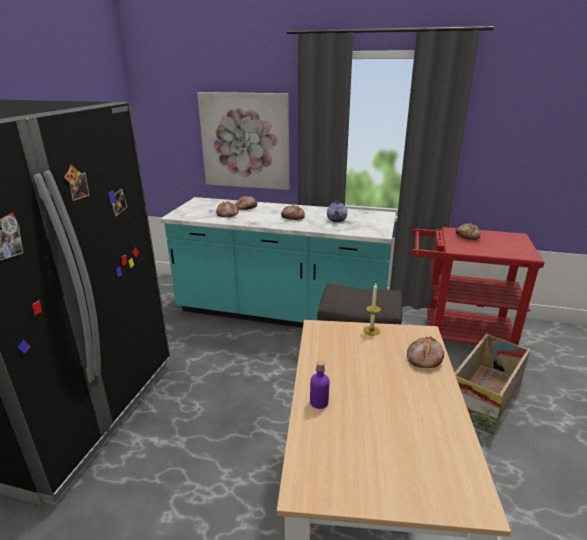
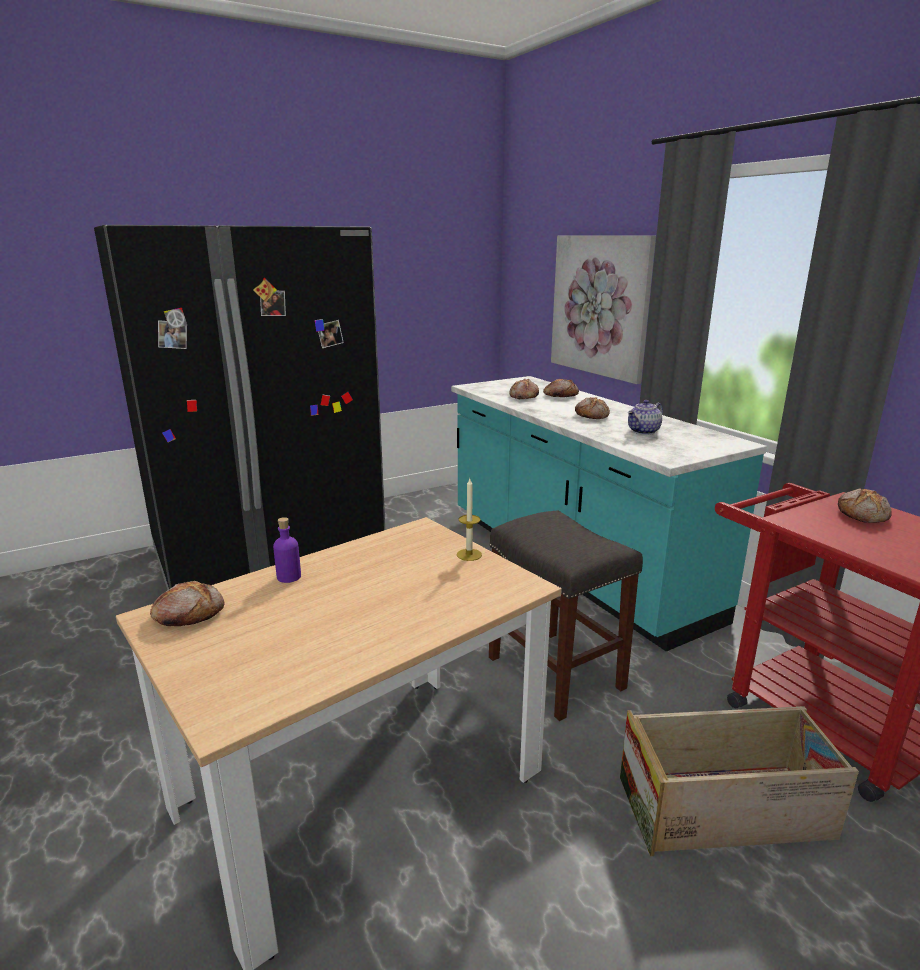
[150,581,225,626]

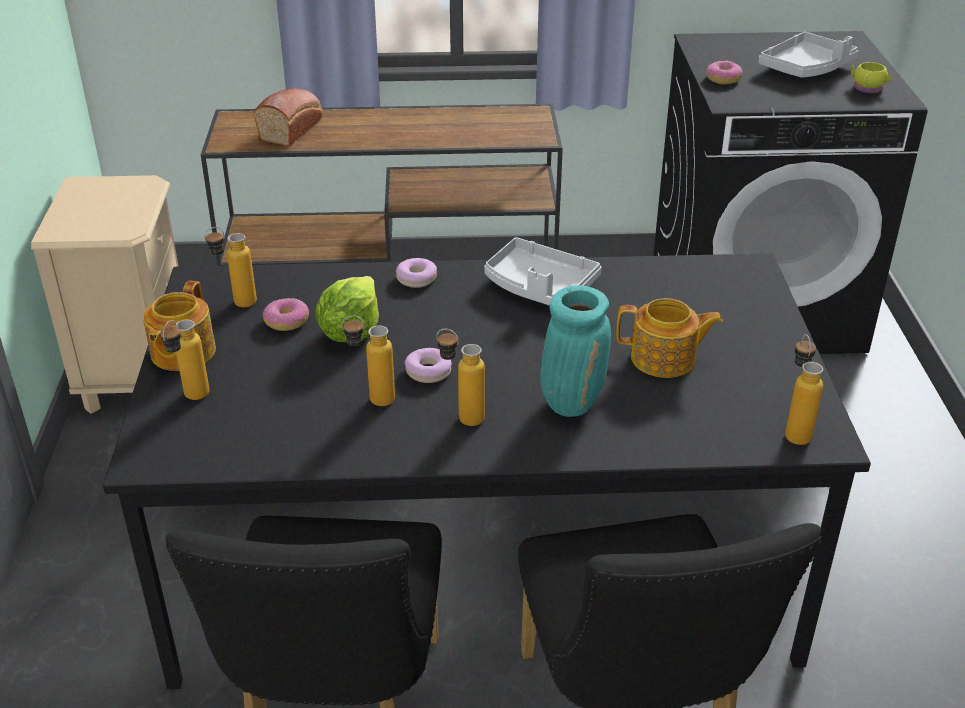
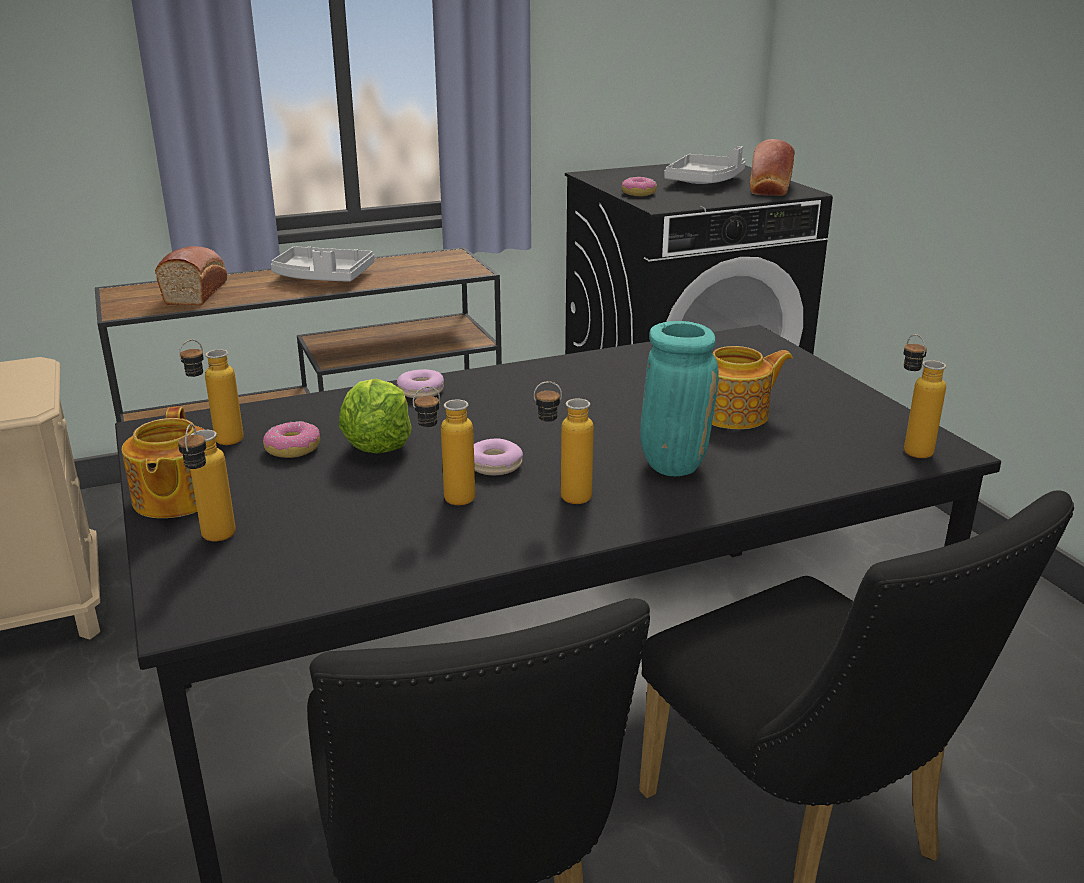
[271,246,374,282]
[750,139,795,196]

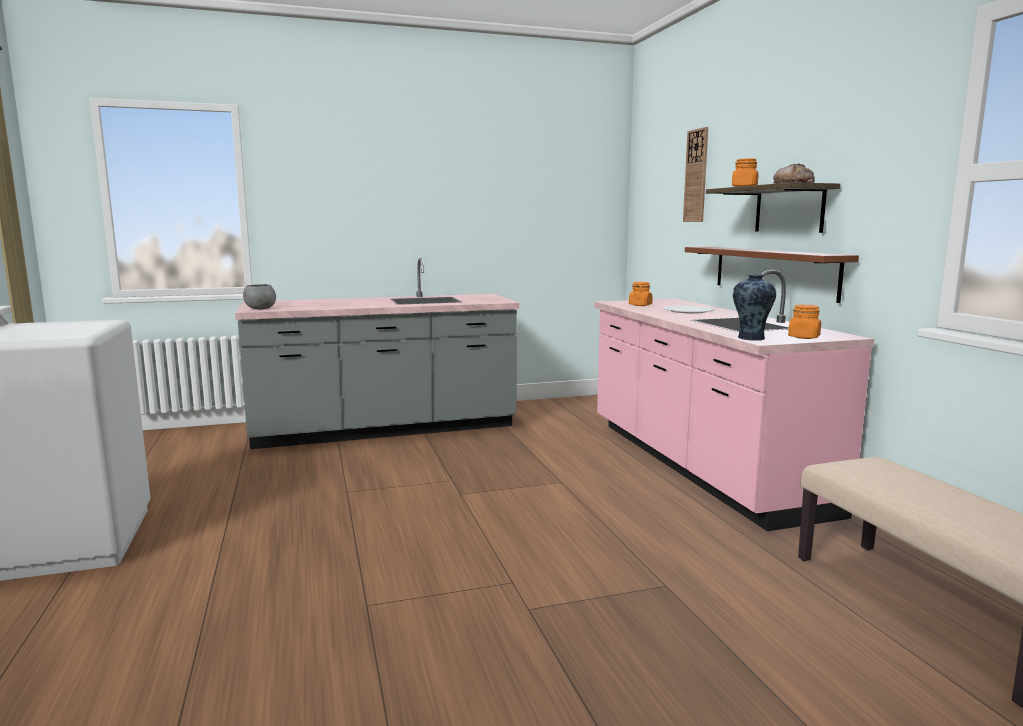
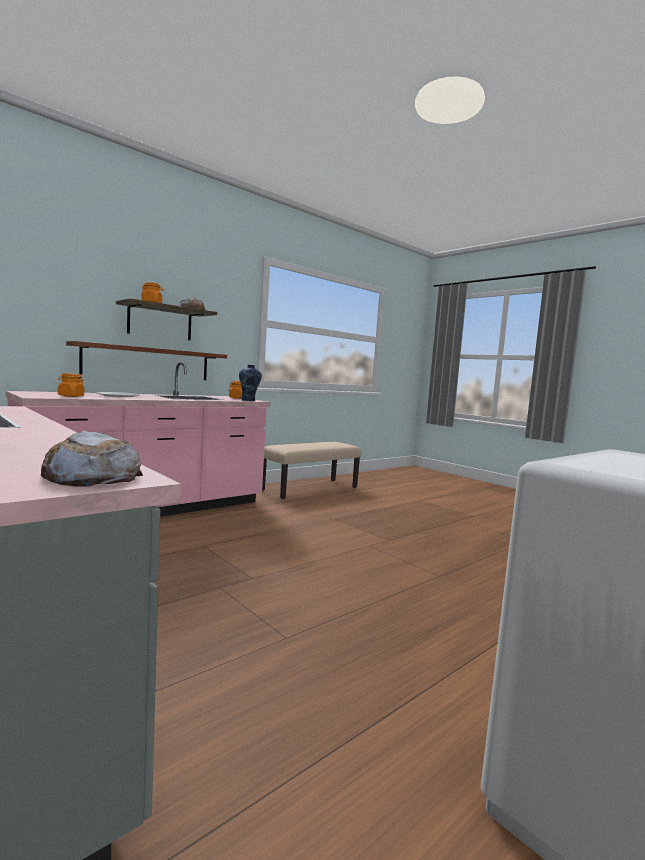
[683,127,708,222] (first image)
[41,430,143,487]

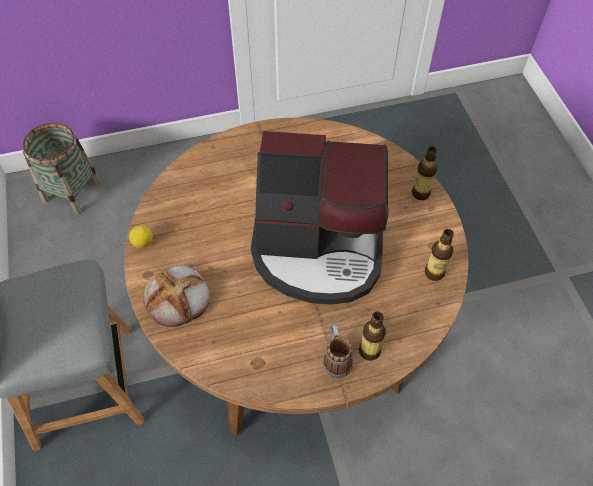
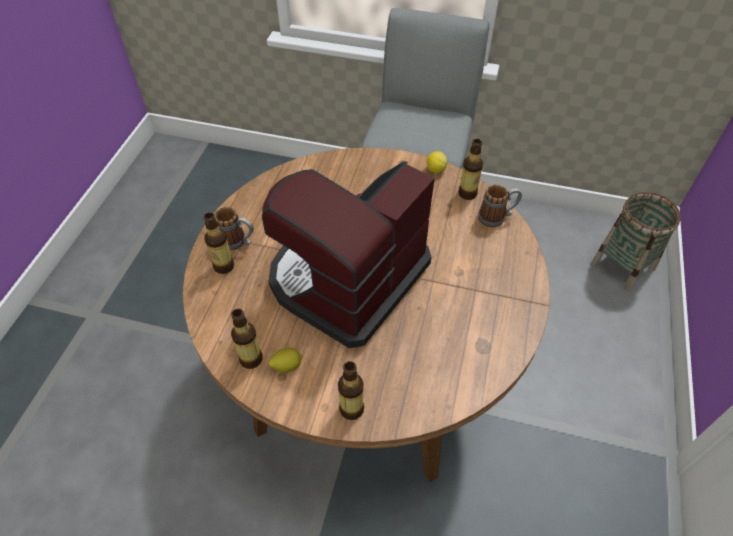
[143,266,210,327] (first image)
[268,347,303,373]
[458,139,483,200]
[478,185,522,227]

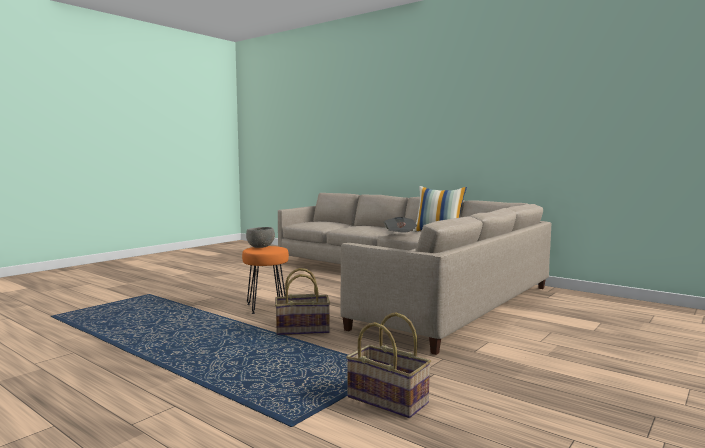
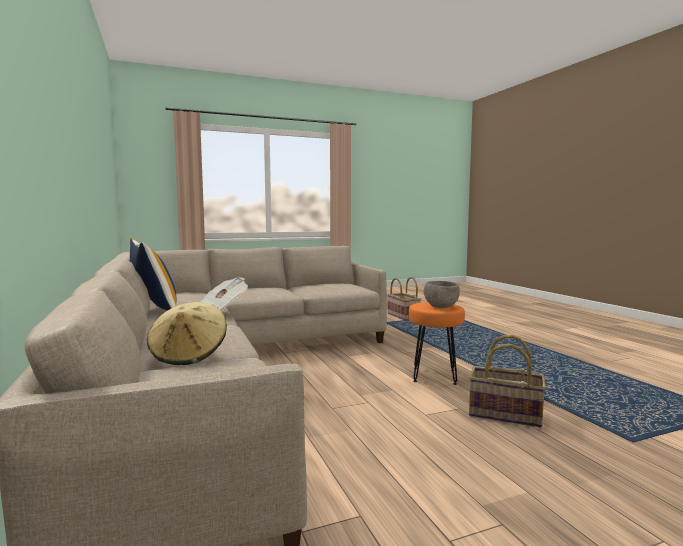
[147,302,227,365]
[469,335,546,428]

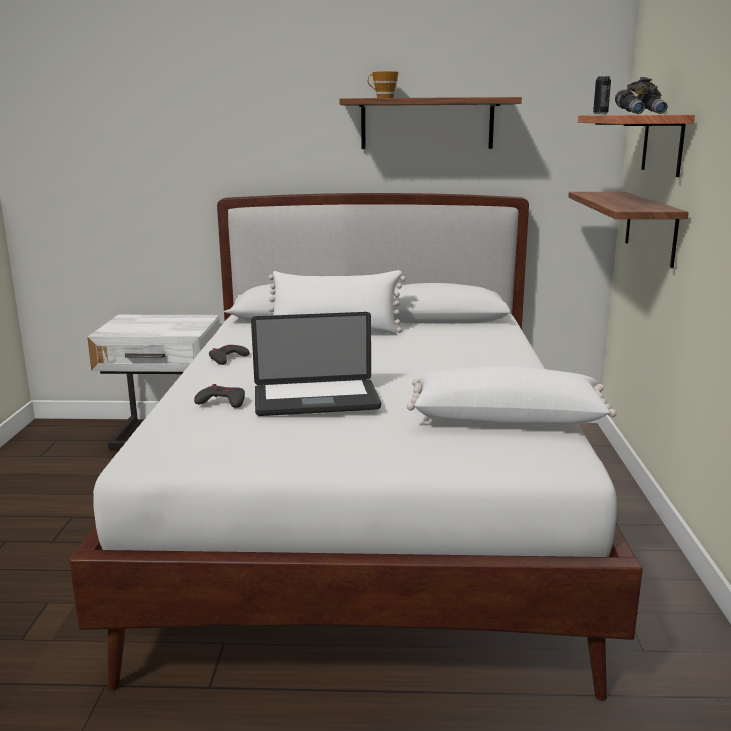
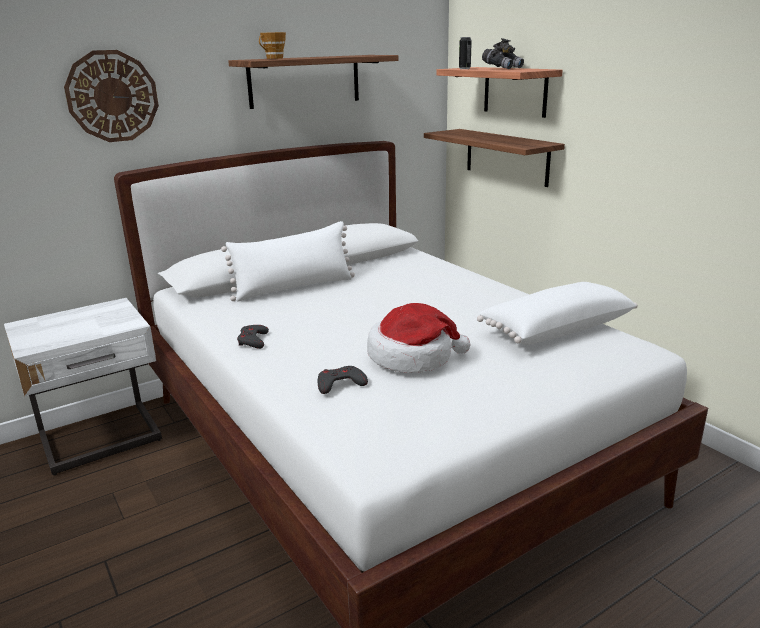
[64,50,159,142]
[367,303,470,373]

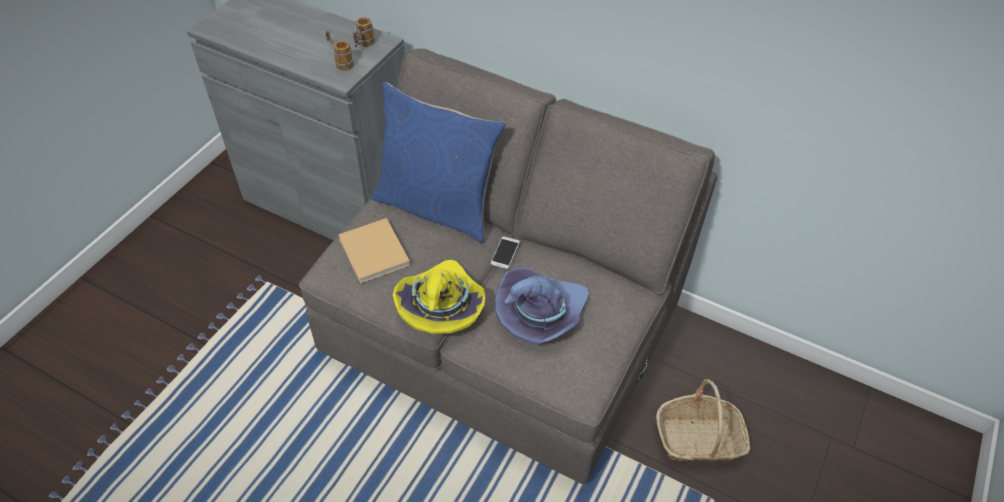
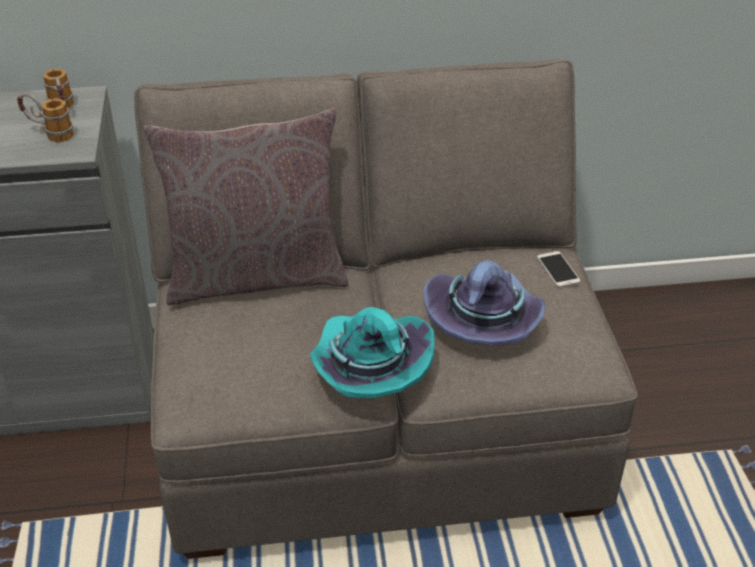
[338,218,410,284] (first image)
[656,379,751,462] (first image)
[537,251,580,287]
[143,109,348,305]
[309,307,435,398]

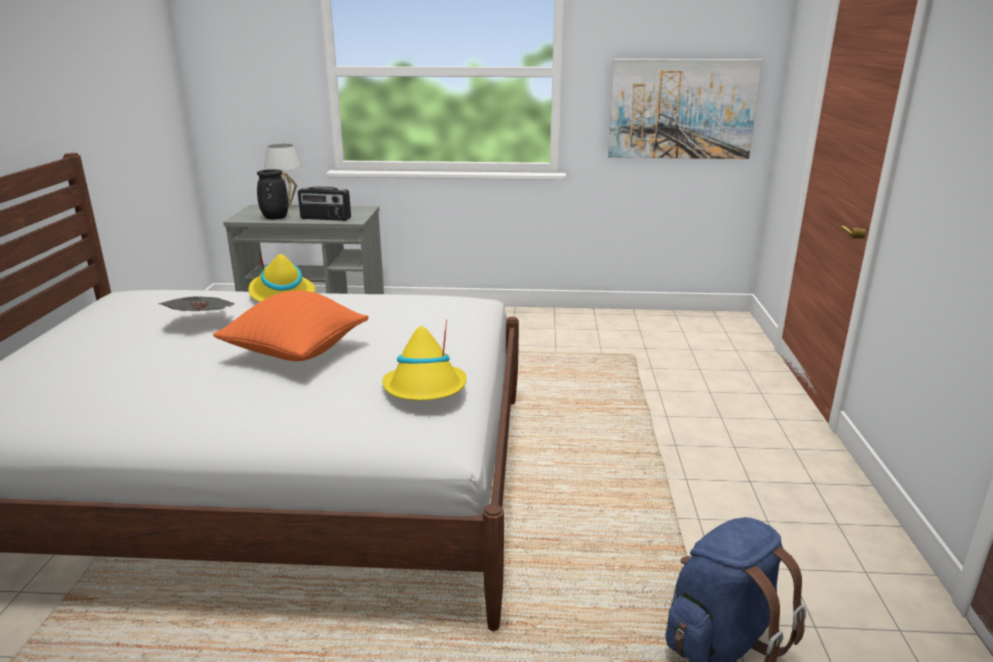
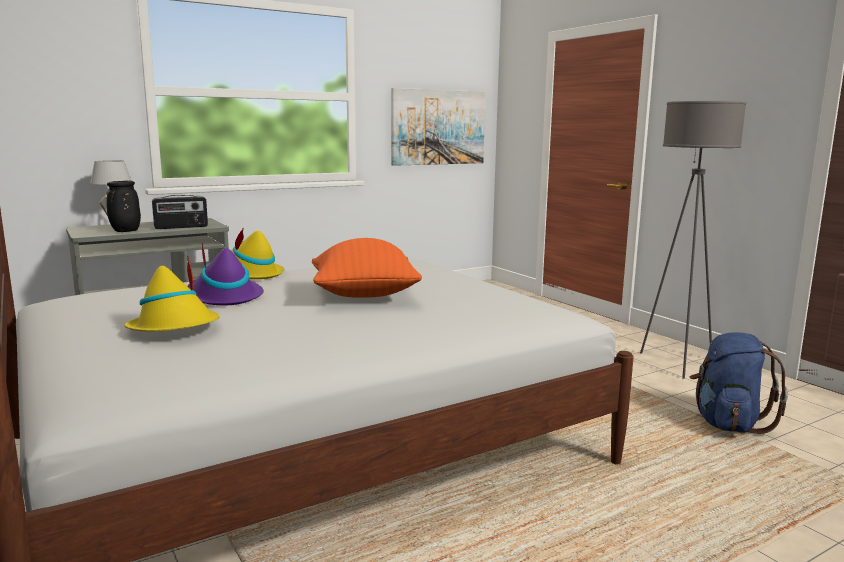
[640,101,747,379]
[124,255,219,331]
[187,243,264,305]

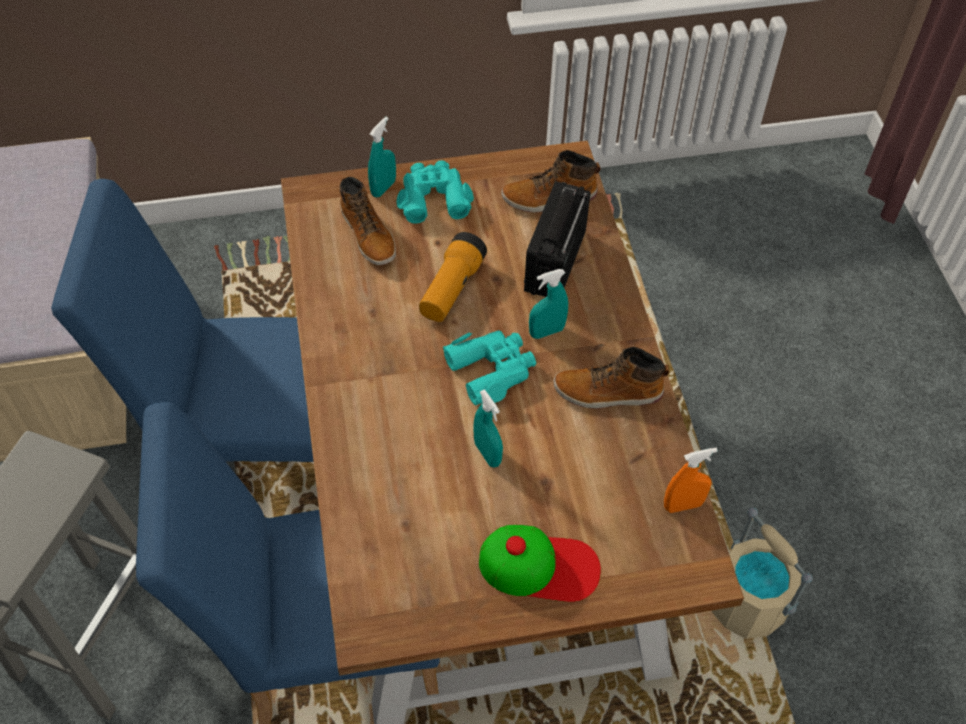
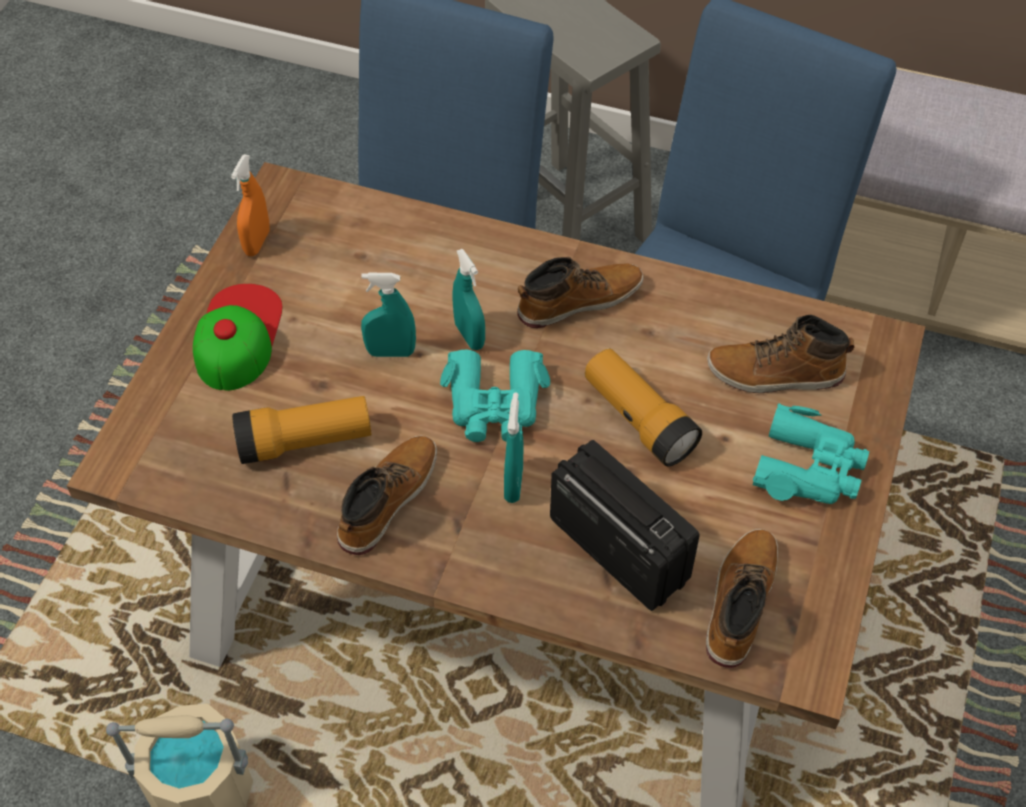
[232,396,372,464]
[517,257,643,328]
[452,249,485,350]
[231,154,270,256]
[193,284,282,390]

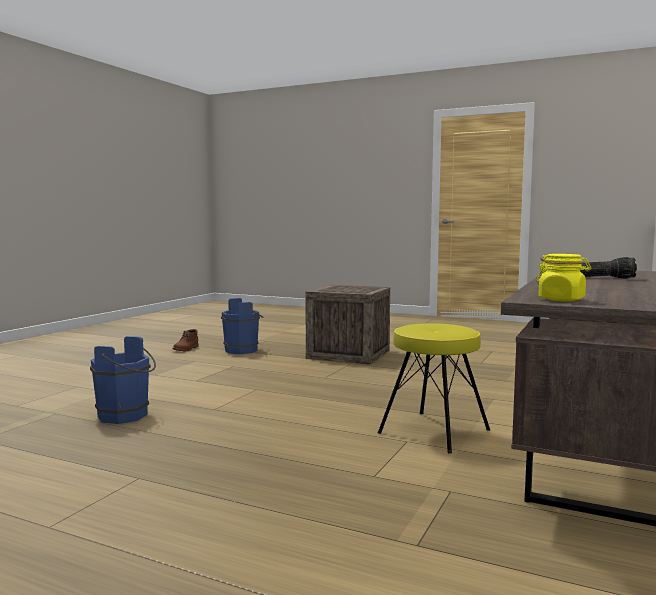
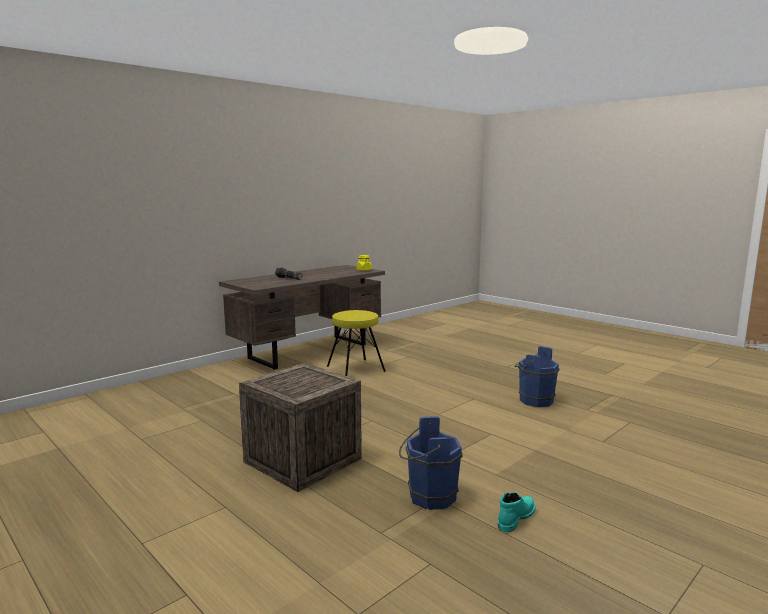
[498,492,536,532]

